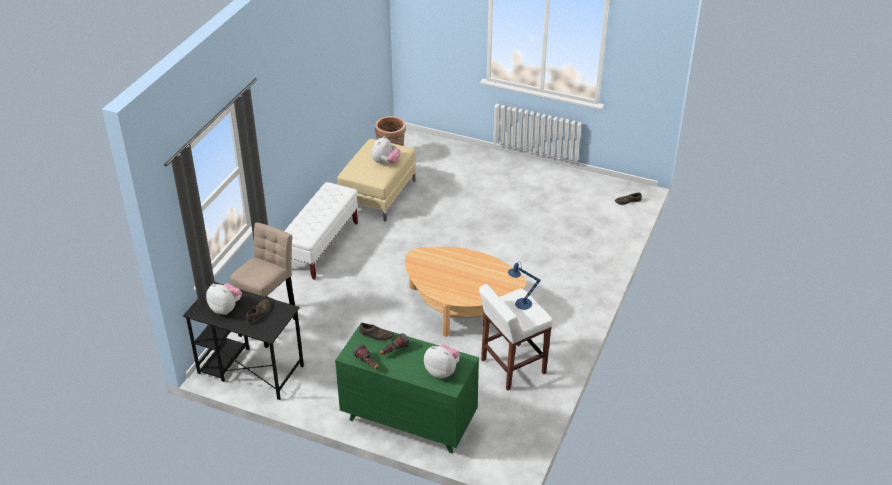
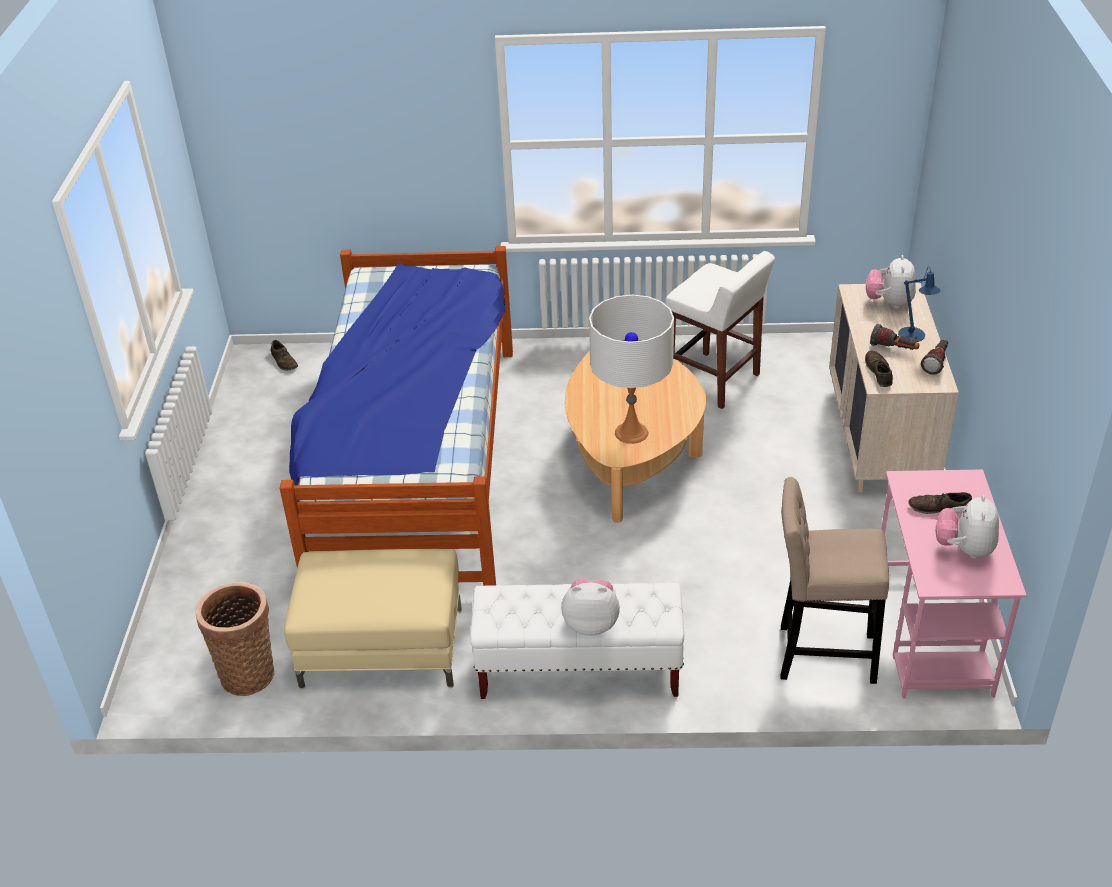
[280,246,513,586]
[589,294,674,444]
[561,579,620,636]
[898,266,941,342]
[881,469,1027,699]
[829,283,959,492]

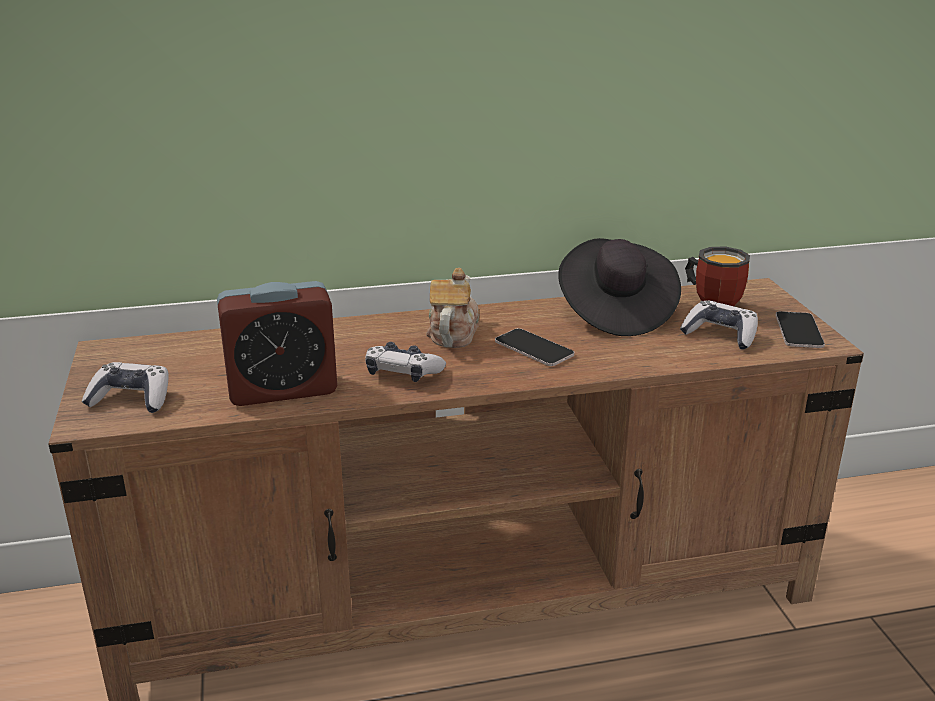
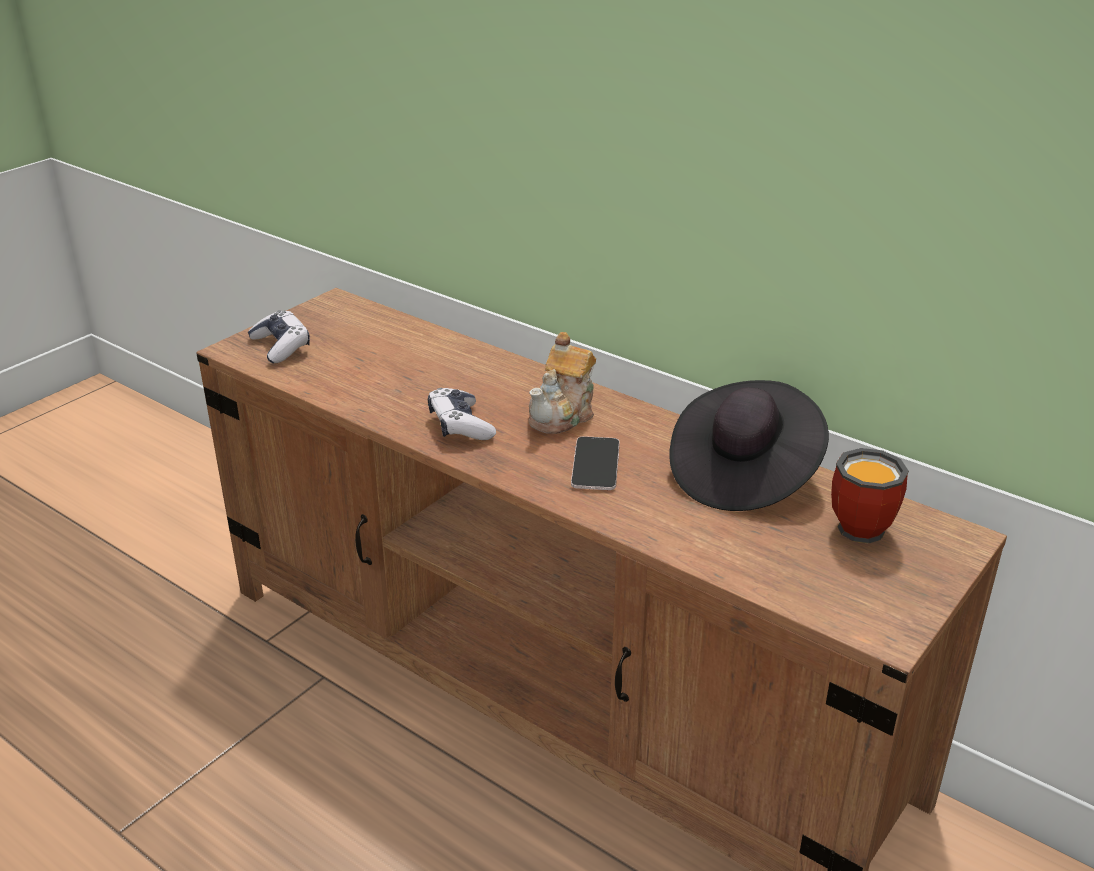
[217,281,337,406] (first image)
[680,300,758,350] (first image)
[775,311,825,348] (first image)
[529,332,596,434]

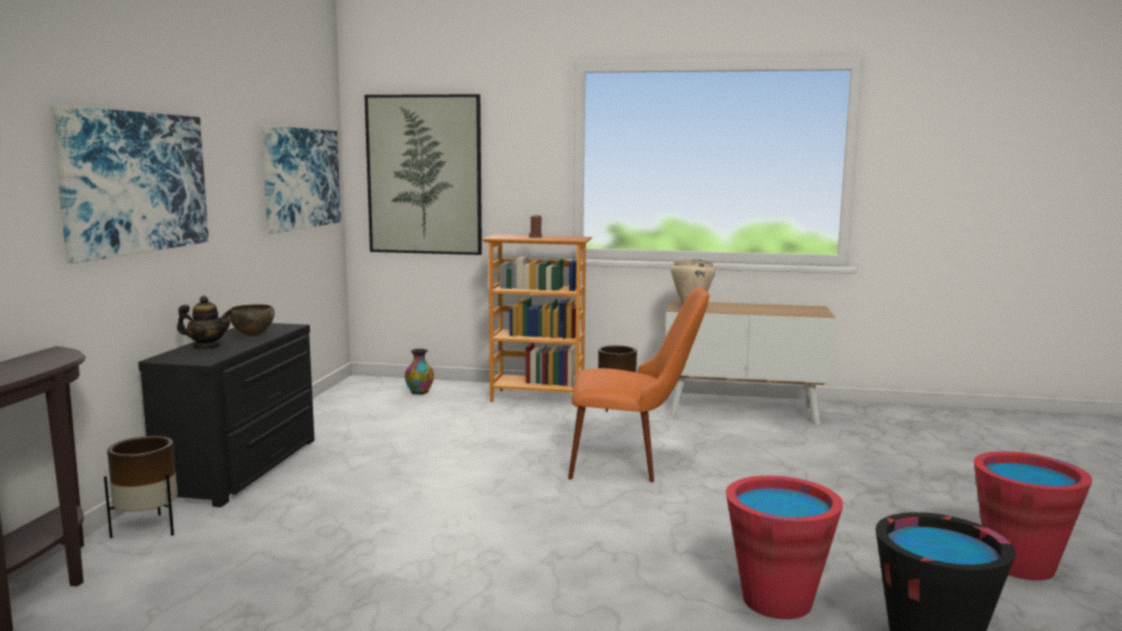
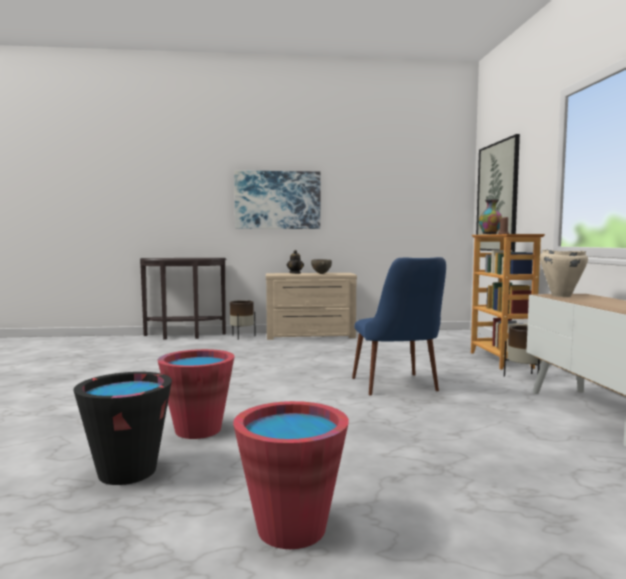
[261,125,341,233] (first image)
[479,199,502,234]
[266,273,357,340]
[352,257,446,396]

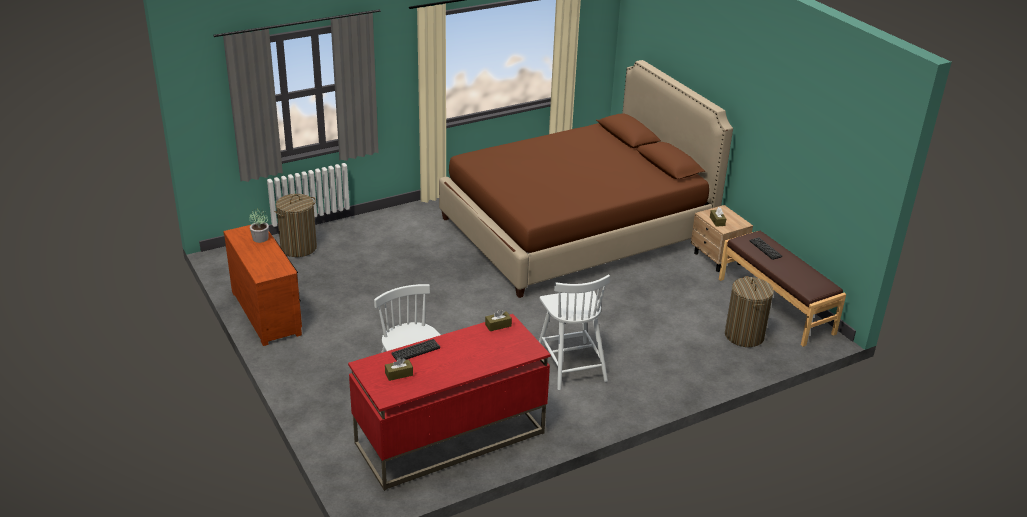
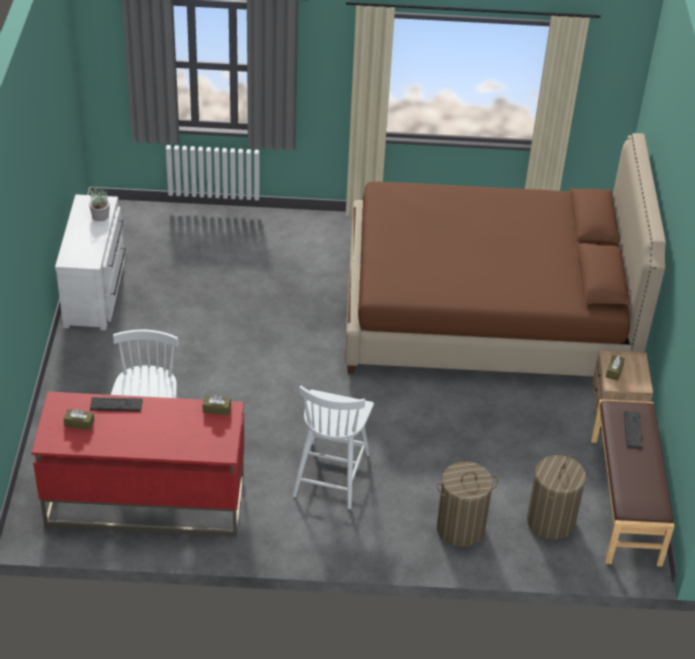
[436,462,498,546]
[55,194,126,330]

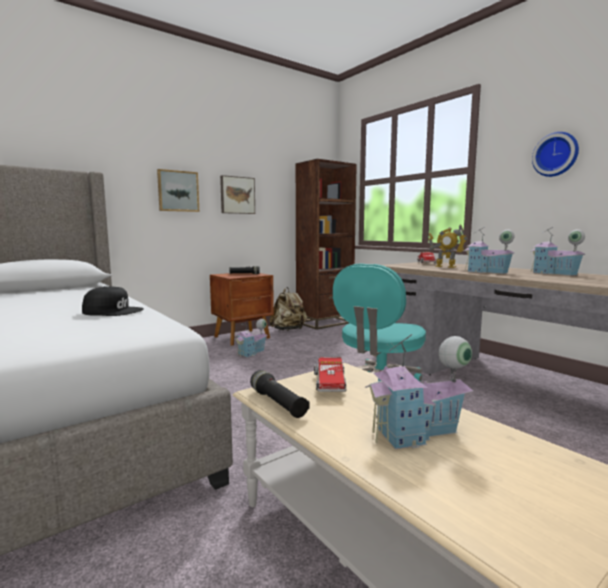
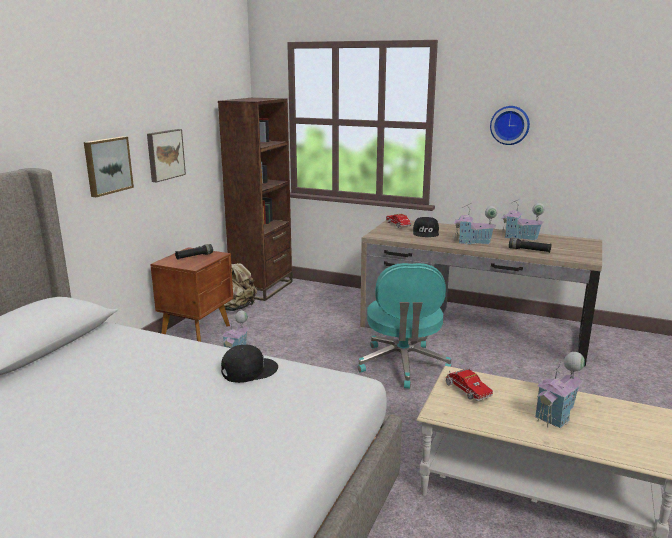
[509,238,551,253]
[413,217,439,237]

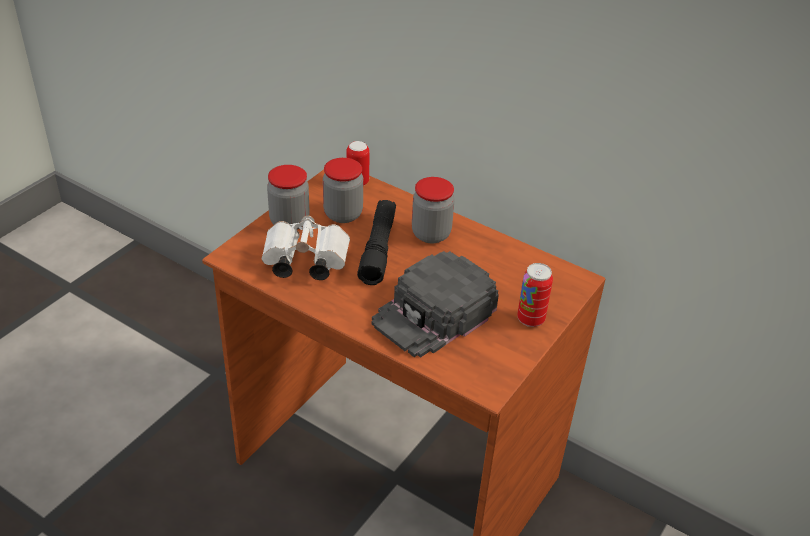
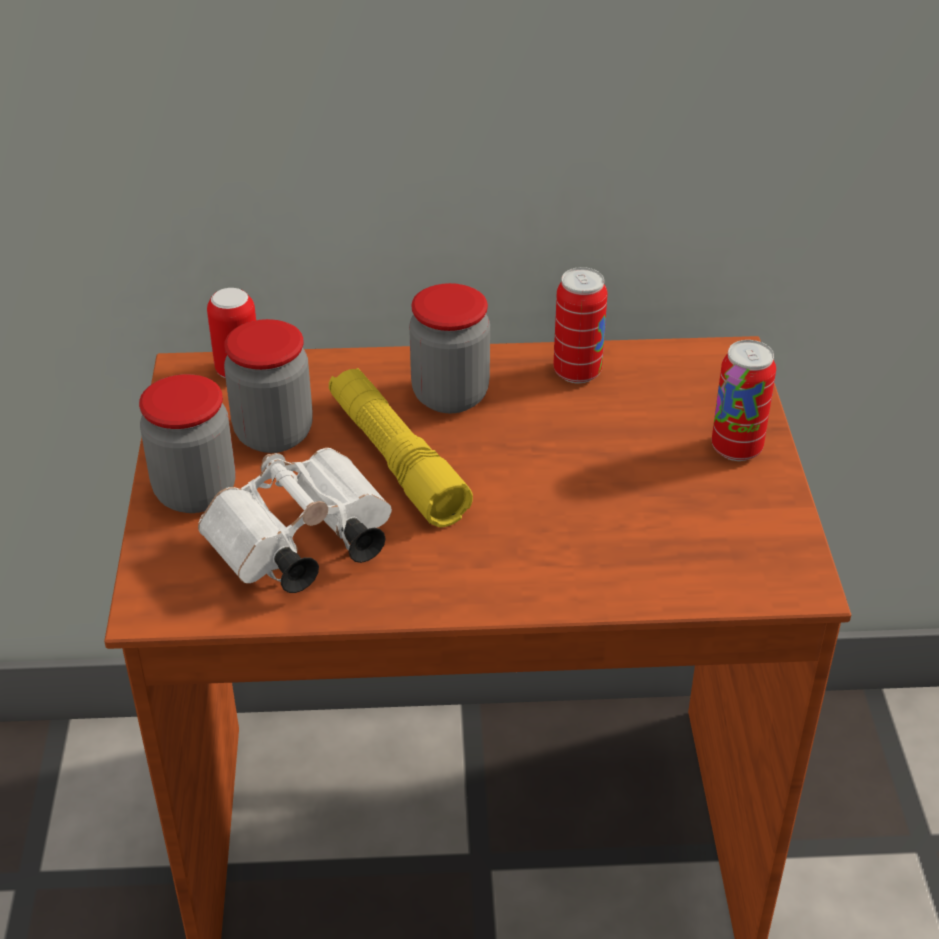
[371,251,499,358] (first image)
[553,267,608,384]
[329,368,473,527]

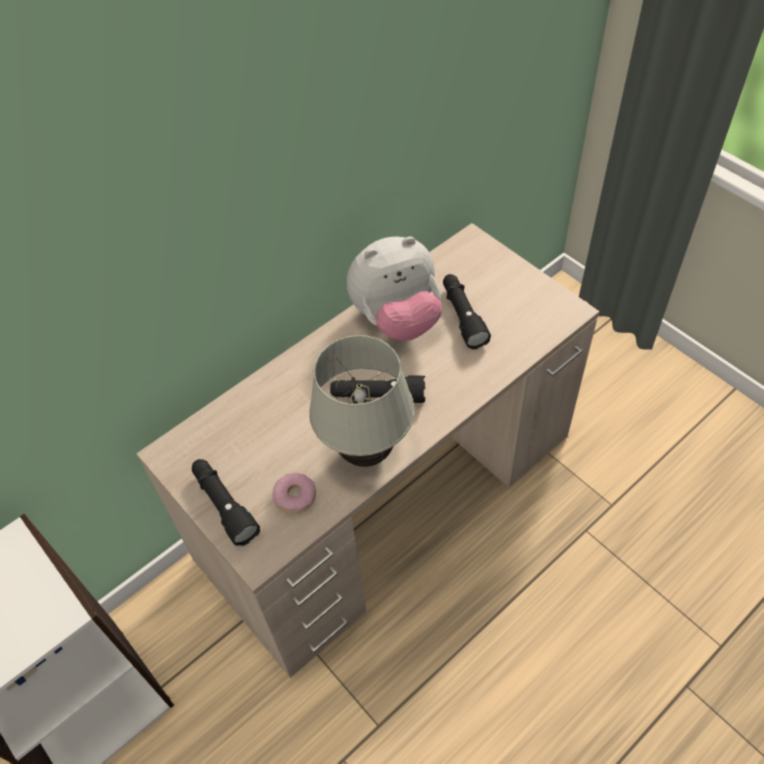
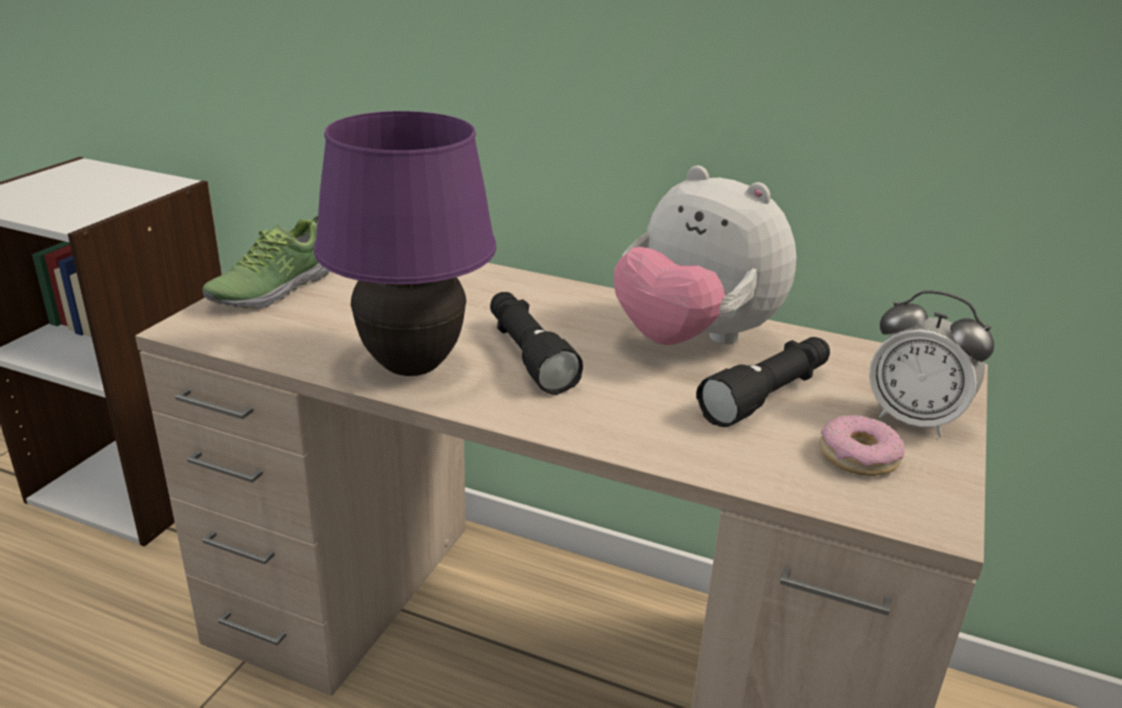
[869,290,994,437]
[819,415,905,476]
[202,215,330,309]
[314,111,496,376]

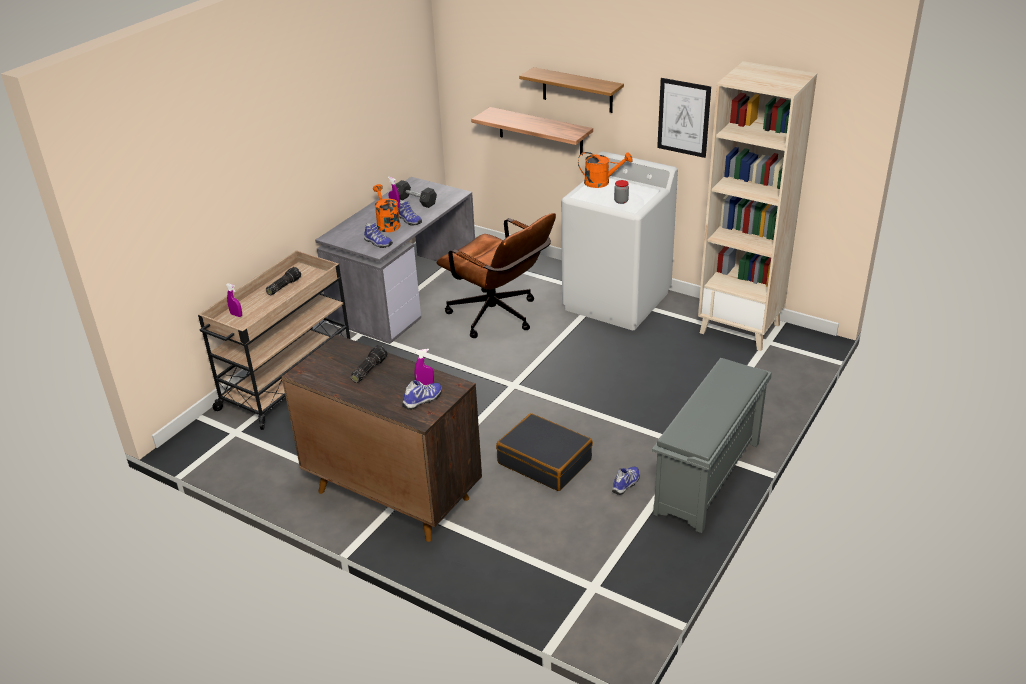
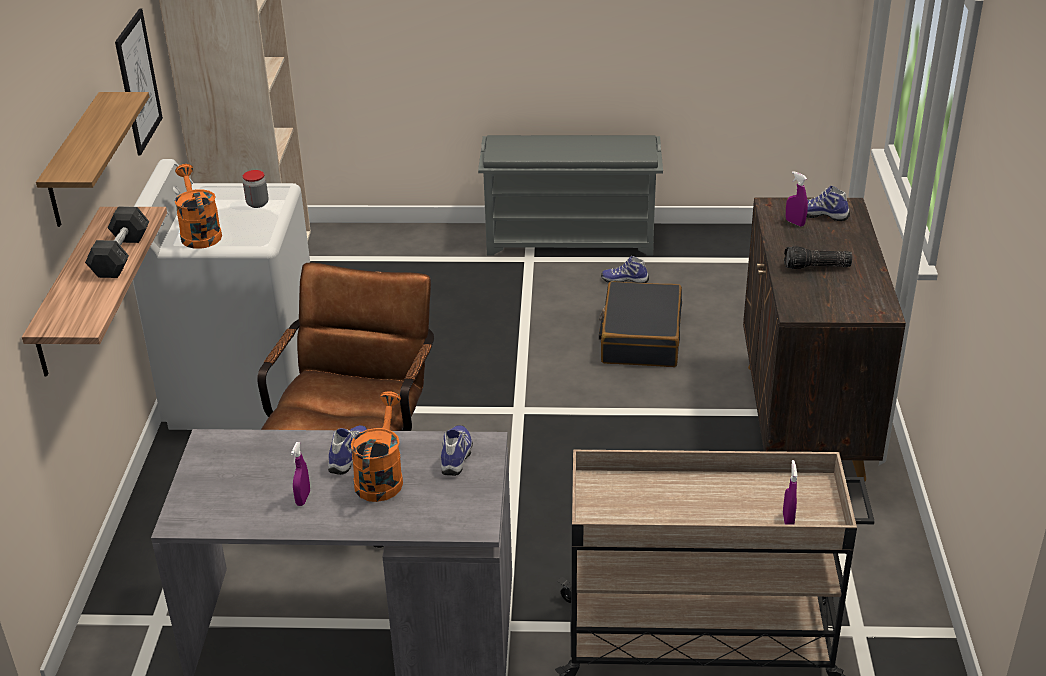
[266,267,301,295] (first image)
[85,206,149,278]
[351,391,403,502]

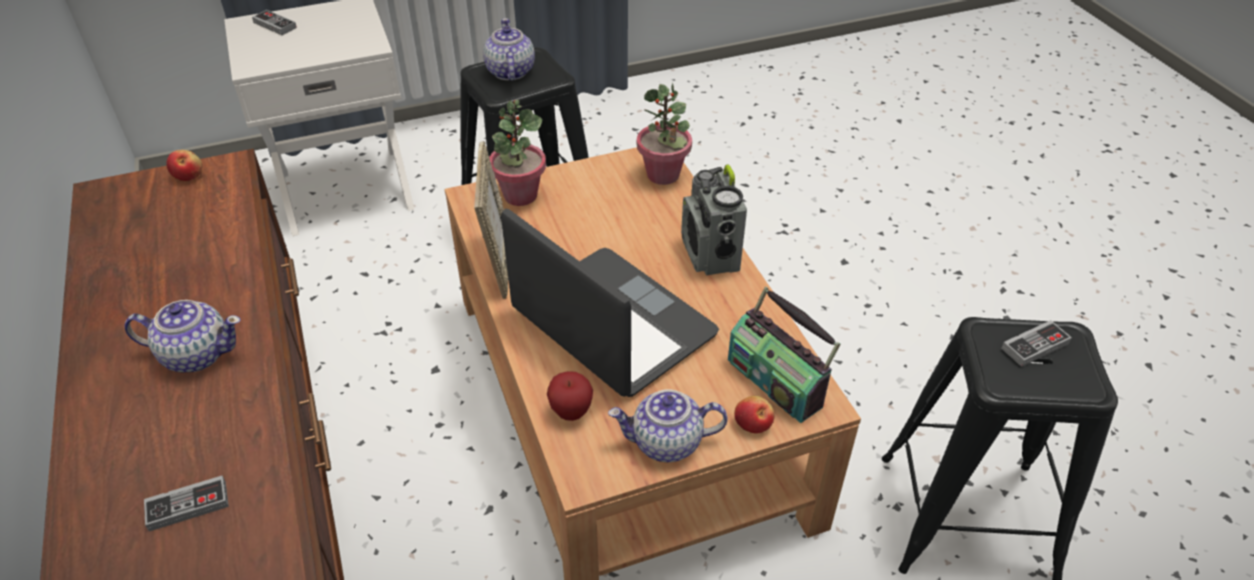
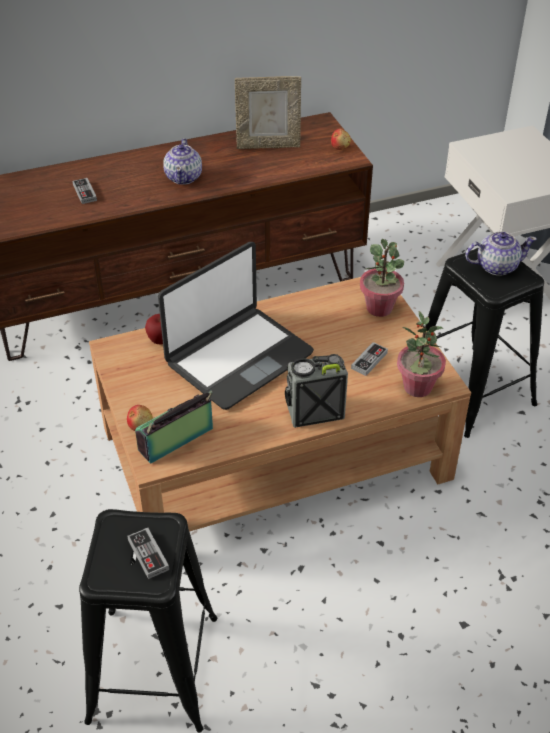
[608,390,728,462] (first image)
[351,342,388,376]
[235,76,301,149]

